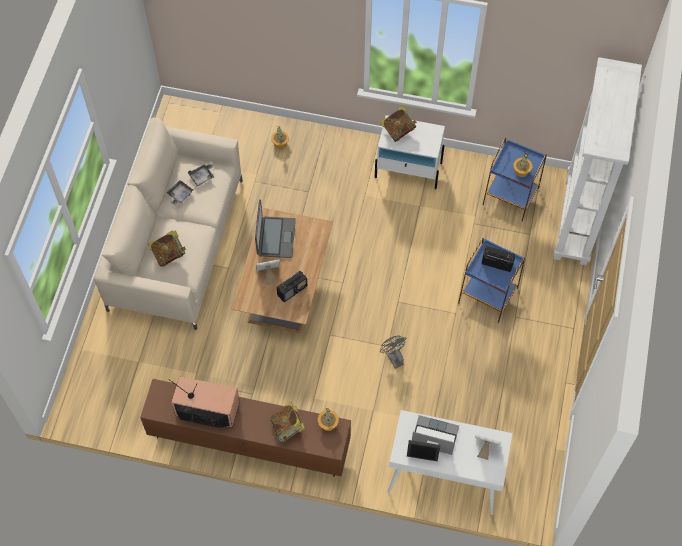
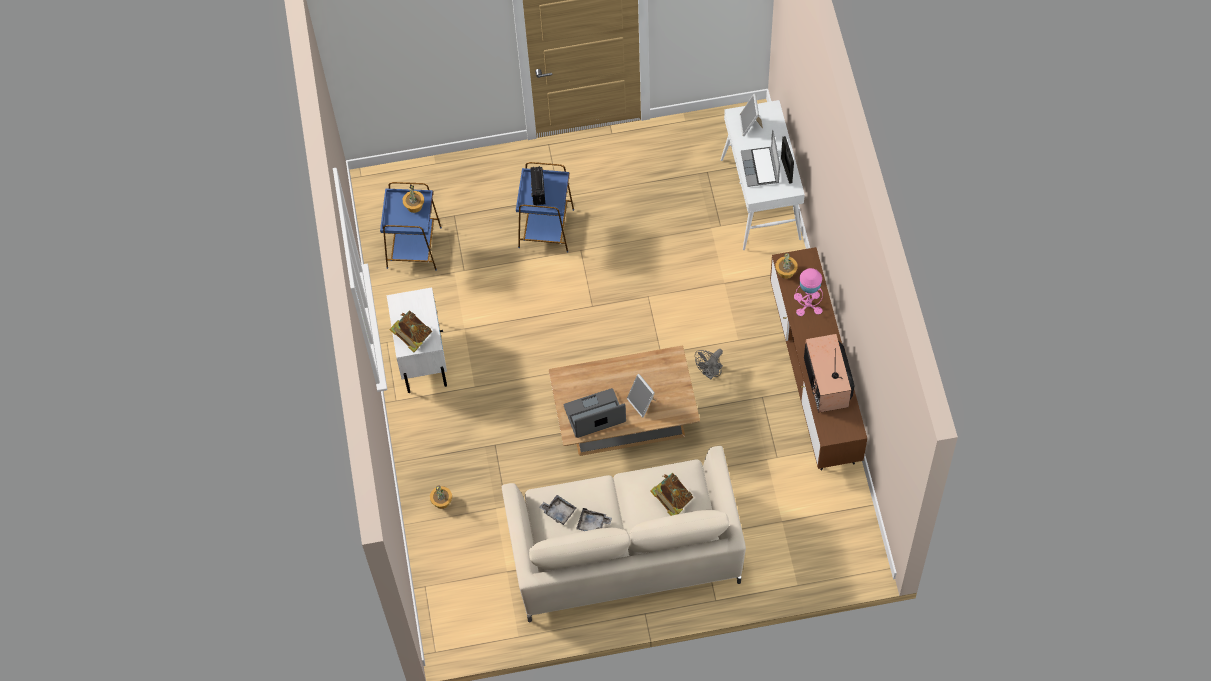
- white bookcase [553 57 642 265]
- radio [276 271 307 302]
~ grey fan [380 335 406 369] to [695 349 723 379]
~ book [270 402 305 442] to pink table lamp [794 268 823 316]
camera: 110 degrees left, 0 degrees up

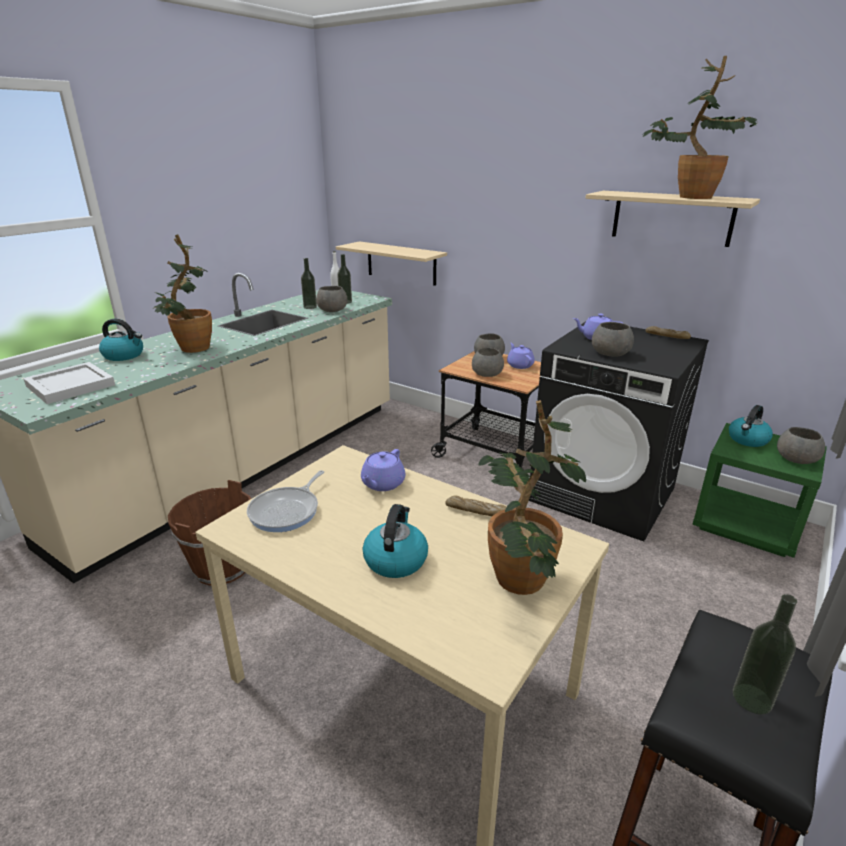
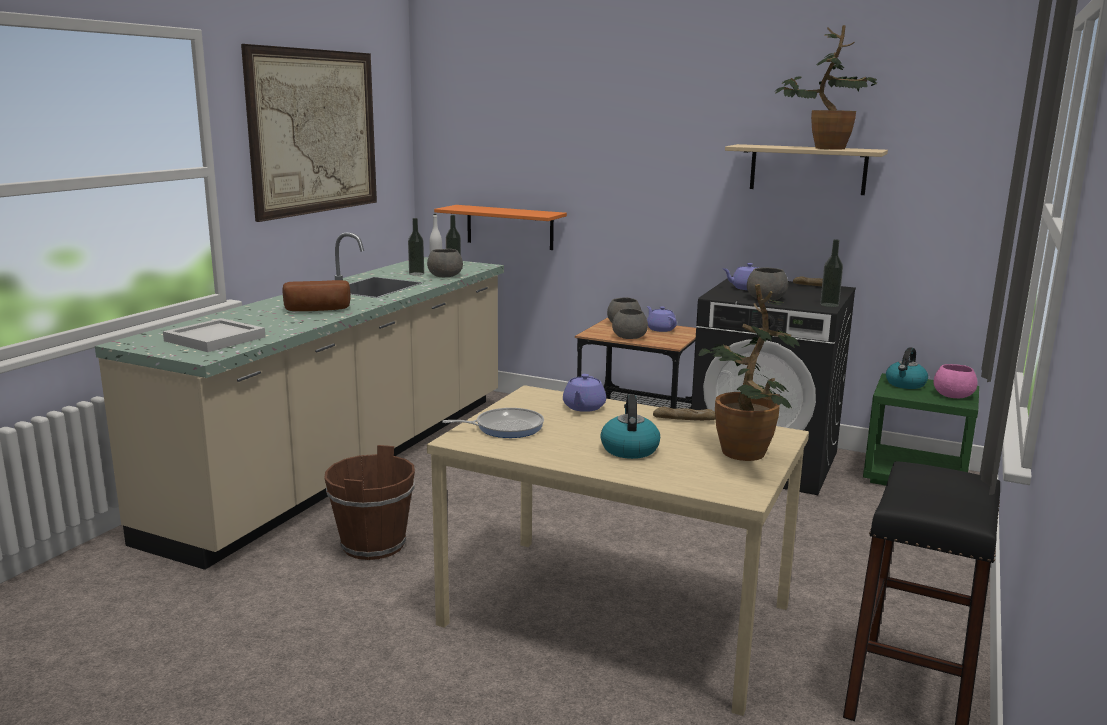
~ potted plant [154 234 212 353] to bread [283 280 351 311]
~ beige shelf [336 241 447 286] to orange shelf [434 205 567 250]
- kettle [99 319 143 361]
~ grey bowl [777 427 825 464] to pink bowl [934 364 978 398]
~ frying pan [247 470 324 532] = [442 408 544 438] 120 degrees counterclockwise
~ bottle [733 594 797 715] to [820 239 843 307]
+ picture [241 44 377 222]
camera: 10 degrees left, 10 degrees down

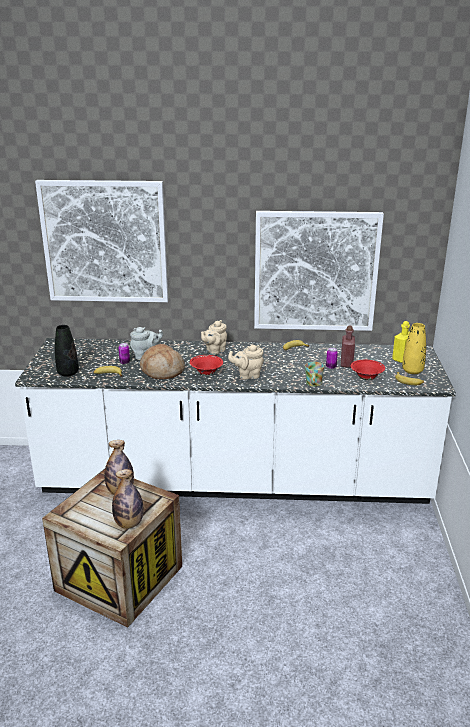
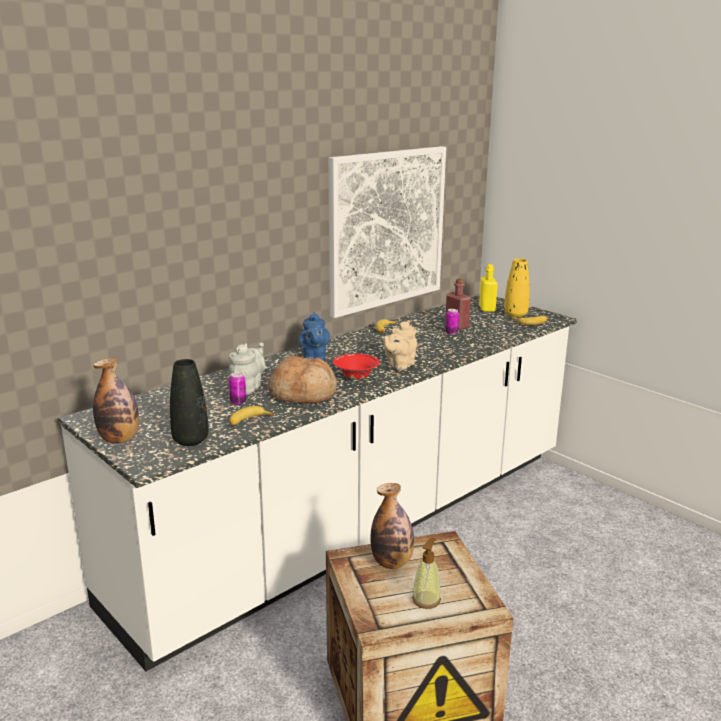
- picture [35 180 168 302]
~ beige teapot [201 320 227 355] to blue teapot [299 312 330 360]
- red bowl [351 360 385 380]
- mug [305 362 324 387]
~ bottle [112 469 143 529] to [93 358 139 443]
+ soap dispenser [412 538 441 609]
camera: 45 degrees left, 5 degrees down

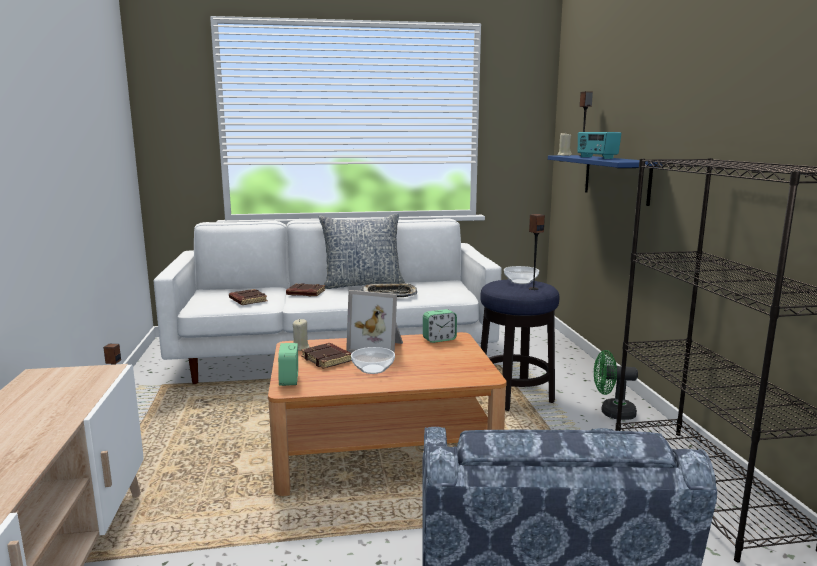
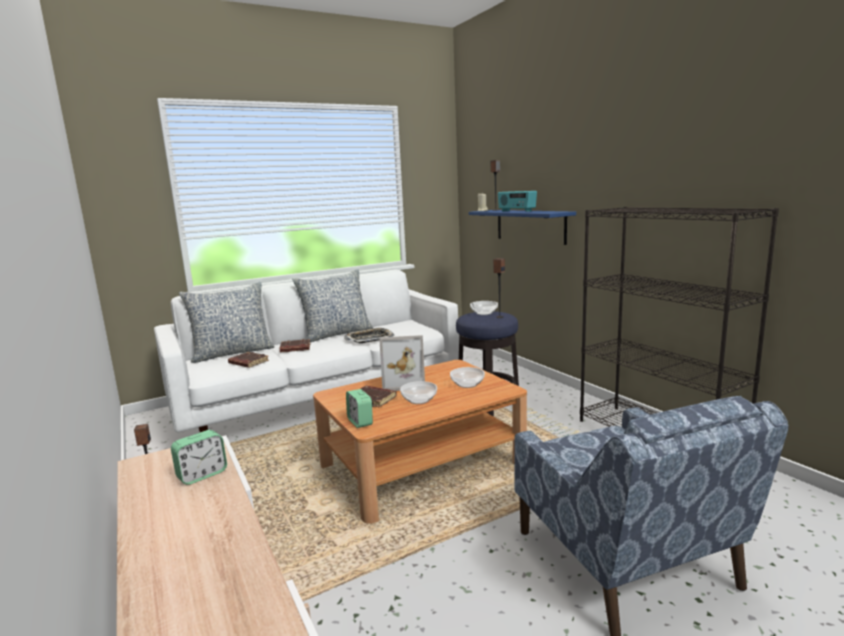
~ alarm clock [423 309 457 343] to [171 430 227 485]
- beige candle [293 319 309 351]
- green fan [594 350 638 420]
+ pillow [179 282 275 363]
+ bowl [450 367 485 388]
camera: 20 degrees left, 0 degrees up

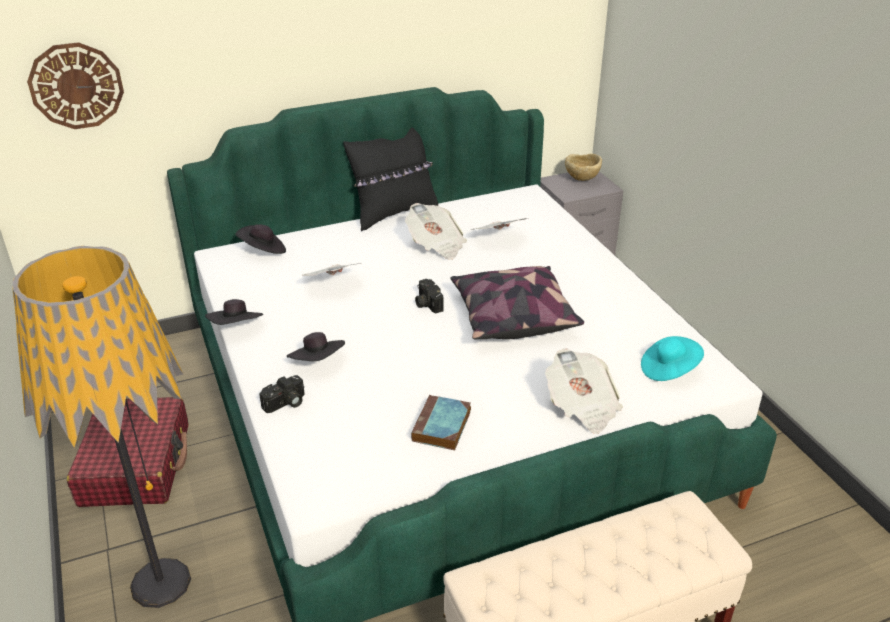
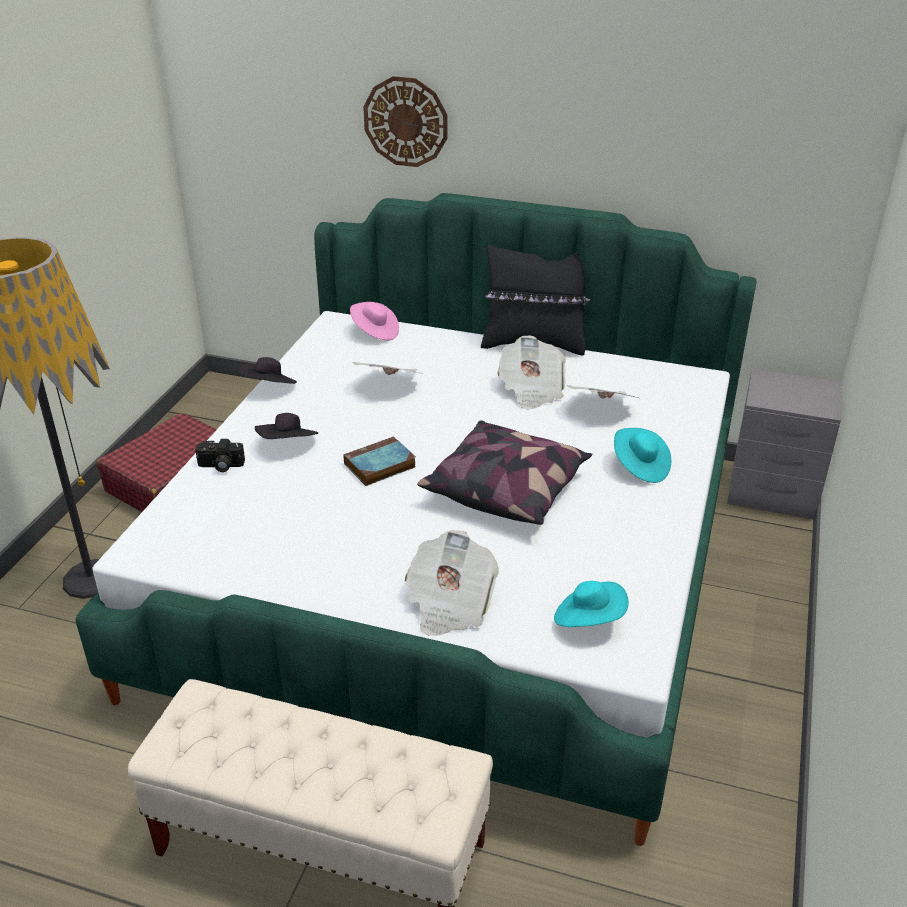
~ wall clock [27 42 124 129] to [363 76 447 167]
- beige bowl [565 153 602 181]
~ black hat [235 224 286 254] to pink hat [350 302 399 340]
- photo camera [415 279 444 314]
~ book [411 395 471 450] to [343 436 416 486]
+ turquoise hat [614 428 671 483]
camera: 40 degrees right, 0 degrees up

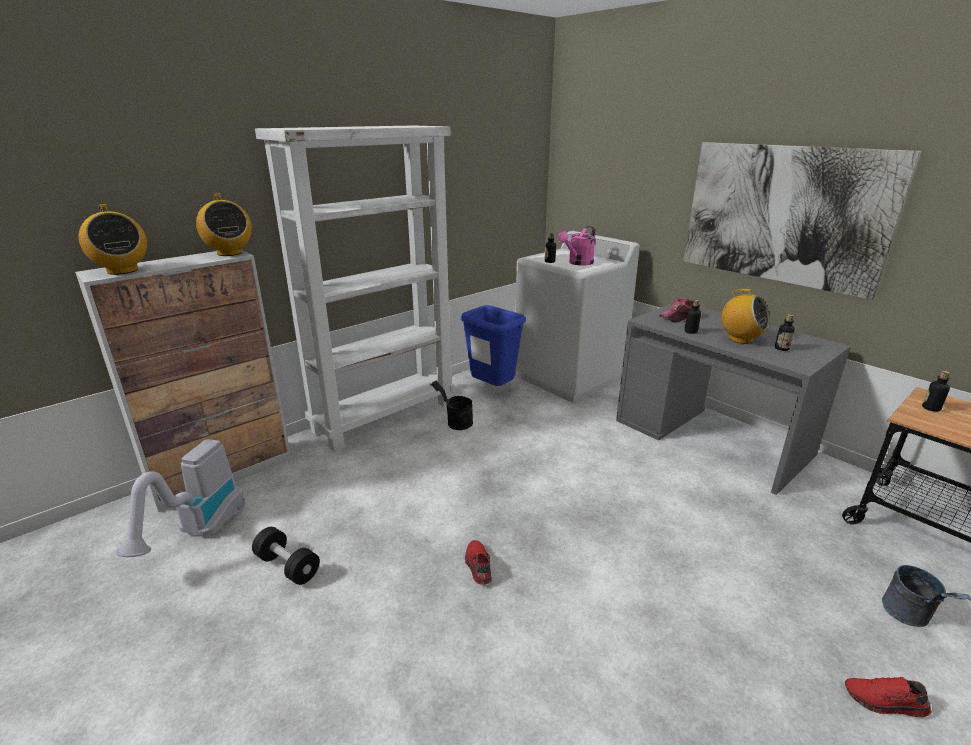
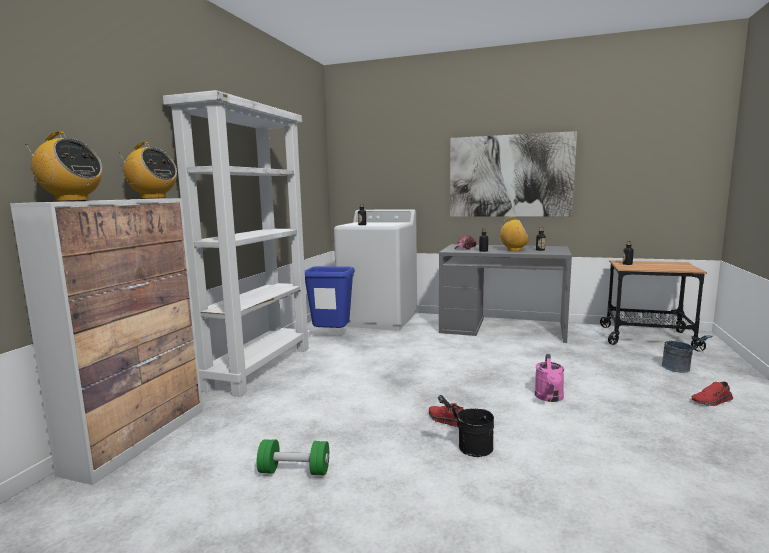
~ pink watering can [558 226 595 265] to [534 354 564 402]
~ black bucket [430 381 473 430] to [438 395 494 457]
- vacuum cleaner [115 439 245 557]
~ black dumbbell [252 527 320 585] to green dumbbell [257 439 329 475]
camera: 30 degrees left, 15 degrees down

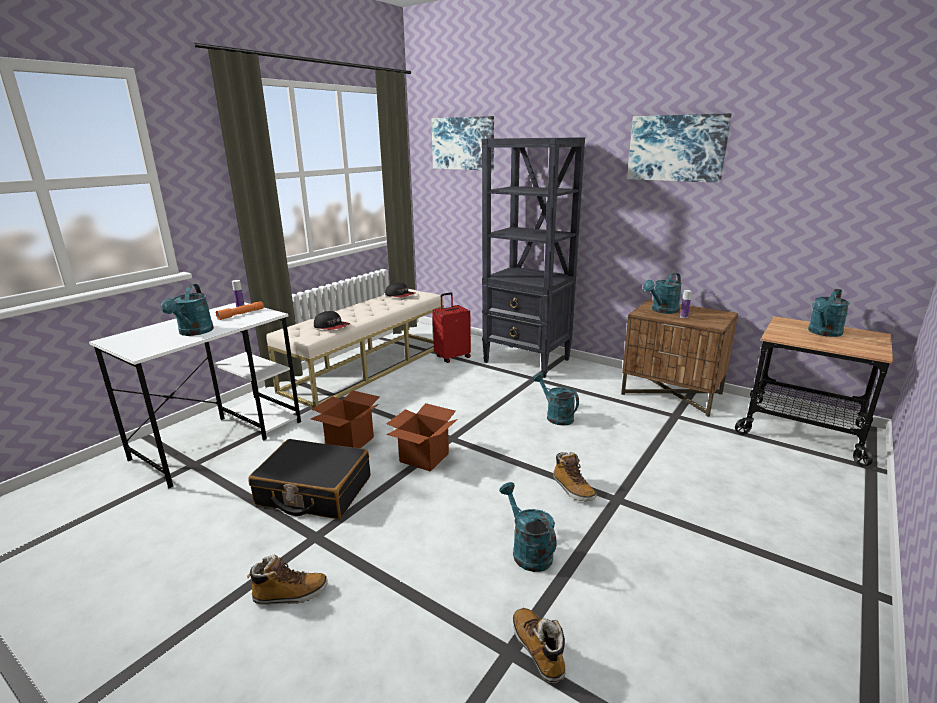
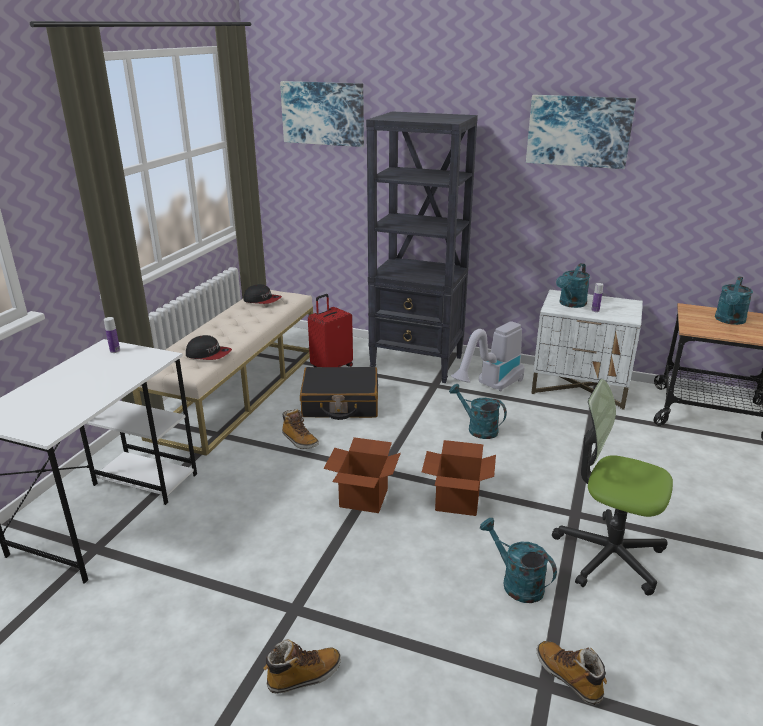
- turquoise watering can [161 284 214 336]
~ brown nightstand [621 299 738 417] to white nightstand [531 290 643 410]
- orange flashlight [216 301 264 320]
~ cardboard box [311 390 379 448] to [422 440 496 516]
~ black suitcase [248 439 370 519] to [300 367 378 420]
~ boot [553 452 597 501] to [282 409 319 449]
+ vacuum cleaner [451 321 525 391]
+ office chair [552 379 673 596]
camera: 15 degrees left, 5 degrees up

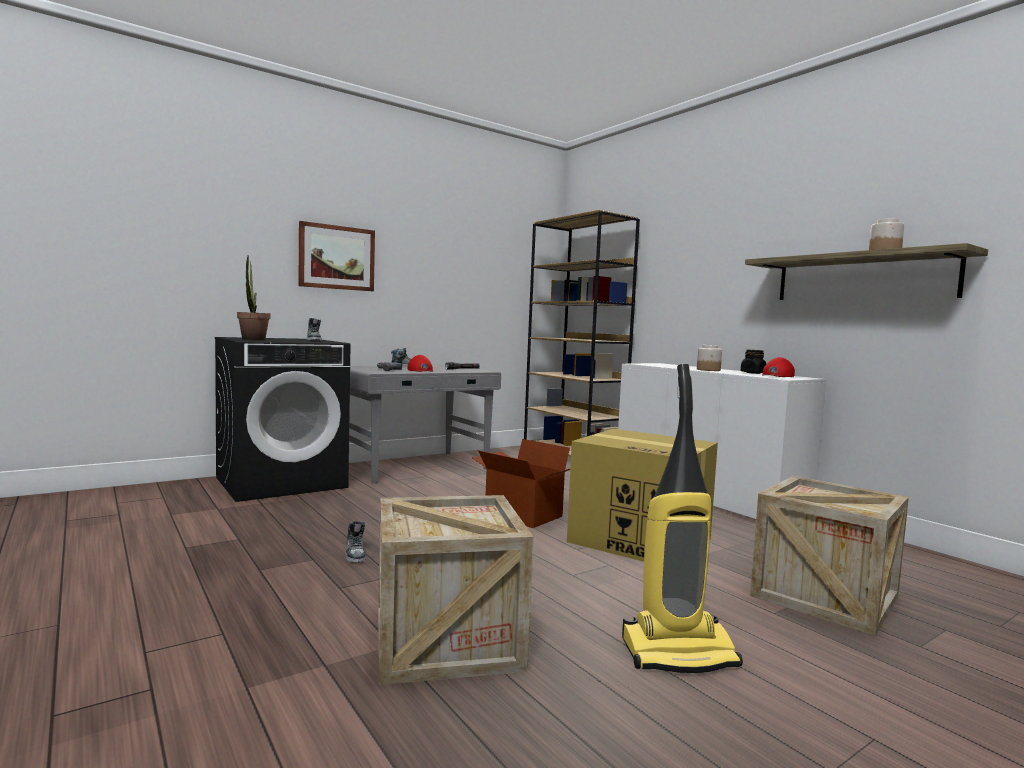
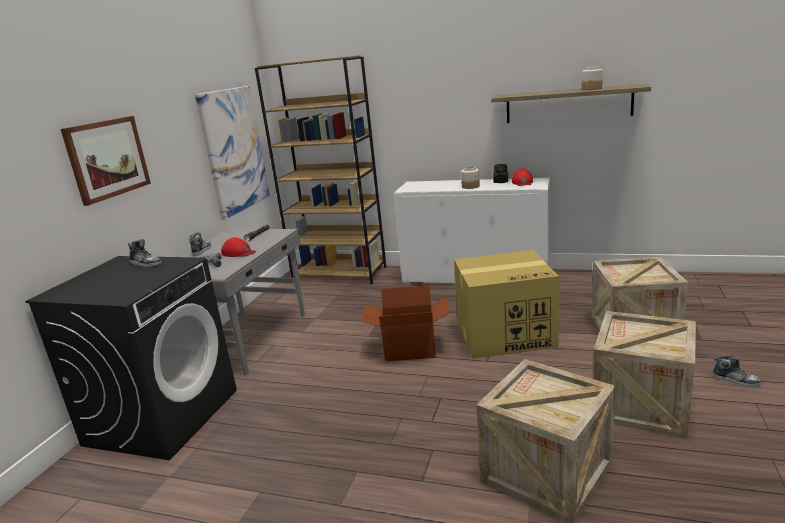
- potted plant [237 255 270 340]
~ vacuum cleaner [622 364 743 673] to crate [593 311 696 439]
~ shoe [346 521 366 563] to [713 355 762 387]
+ picture [195 86 270 220]
camera: 35 degrees left, 15 degrees up

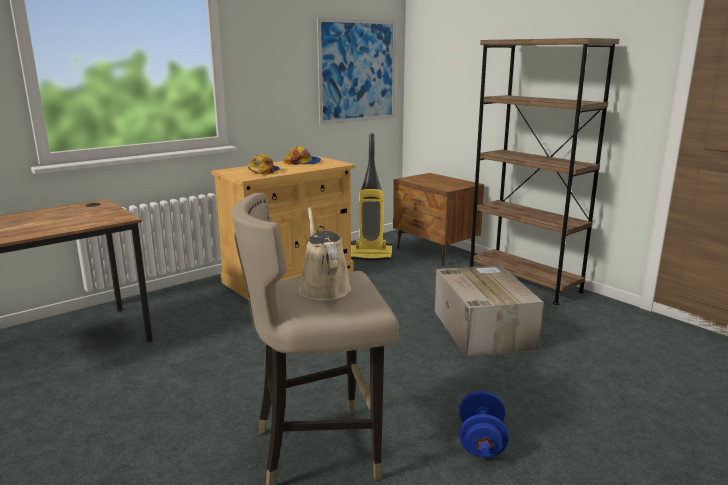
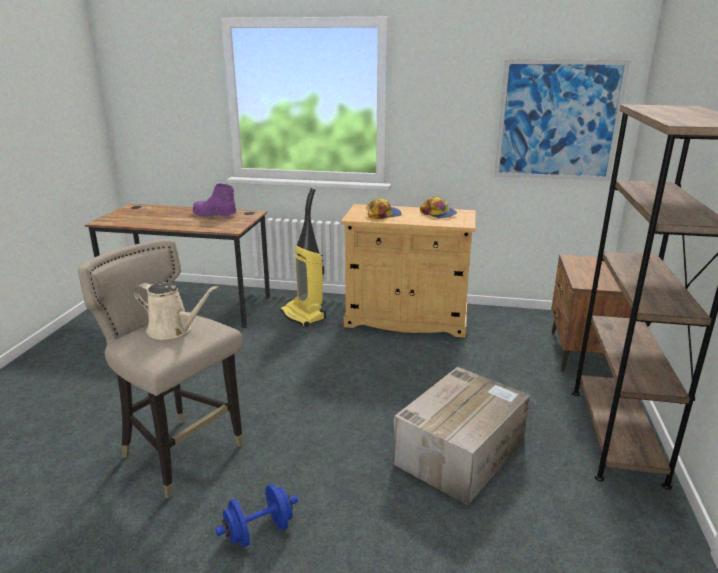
~ vacuum cleaner [351 133 393 261] to [280 188 326 327]
~ beige watering can [299 207 351 301] = [134 282 218 340] 75 degrees clockwise
+ purple boot [193 184 236 217]
camera: 50 degrees right, 5 degrees up

